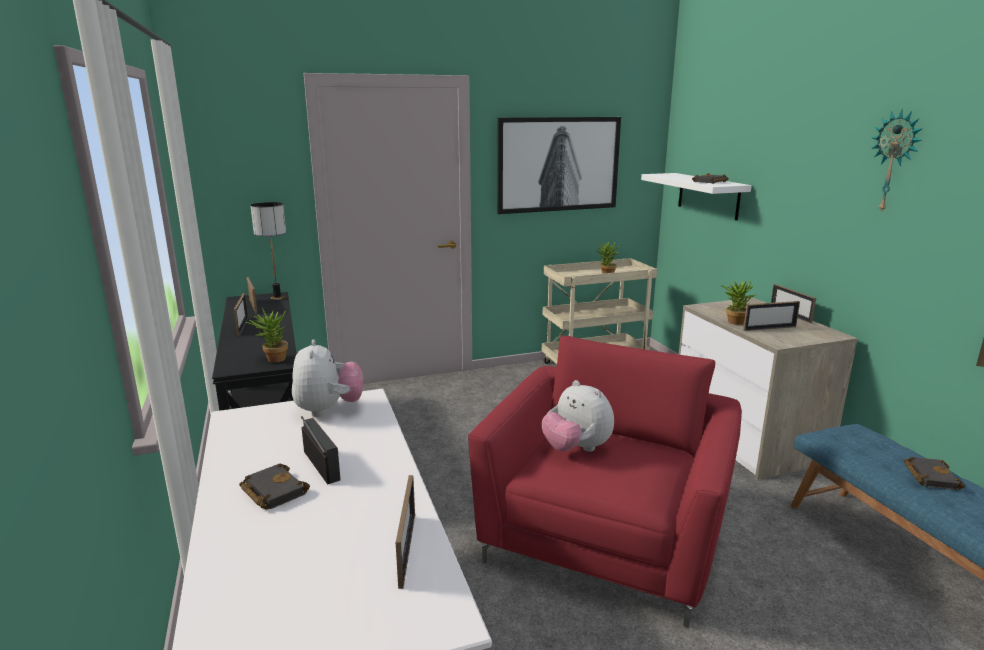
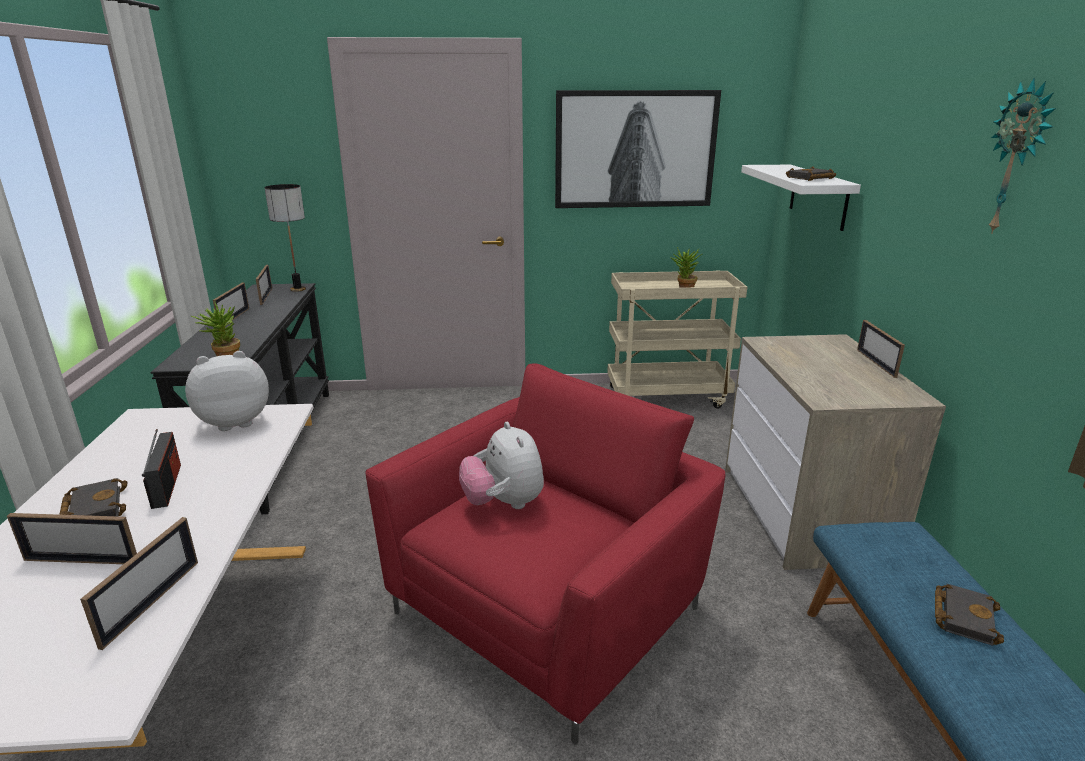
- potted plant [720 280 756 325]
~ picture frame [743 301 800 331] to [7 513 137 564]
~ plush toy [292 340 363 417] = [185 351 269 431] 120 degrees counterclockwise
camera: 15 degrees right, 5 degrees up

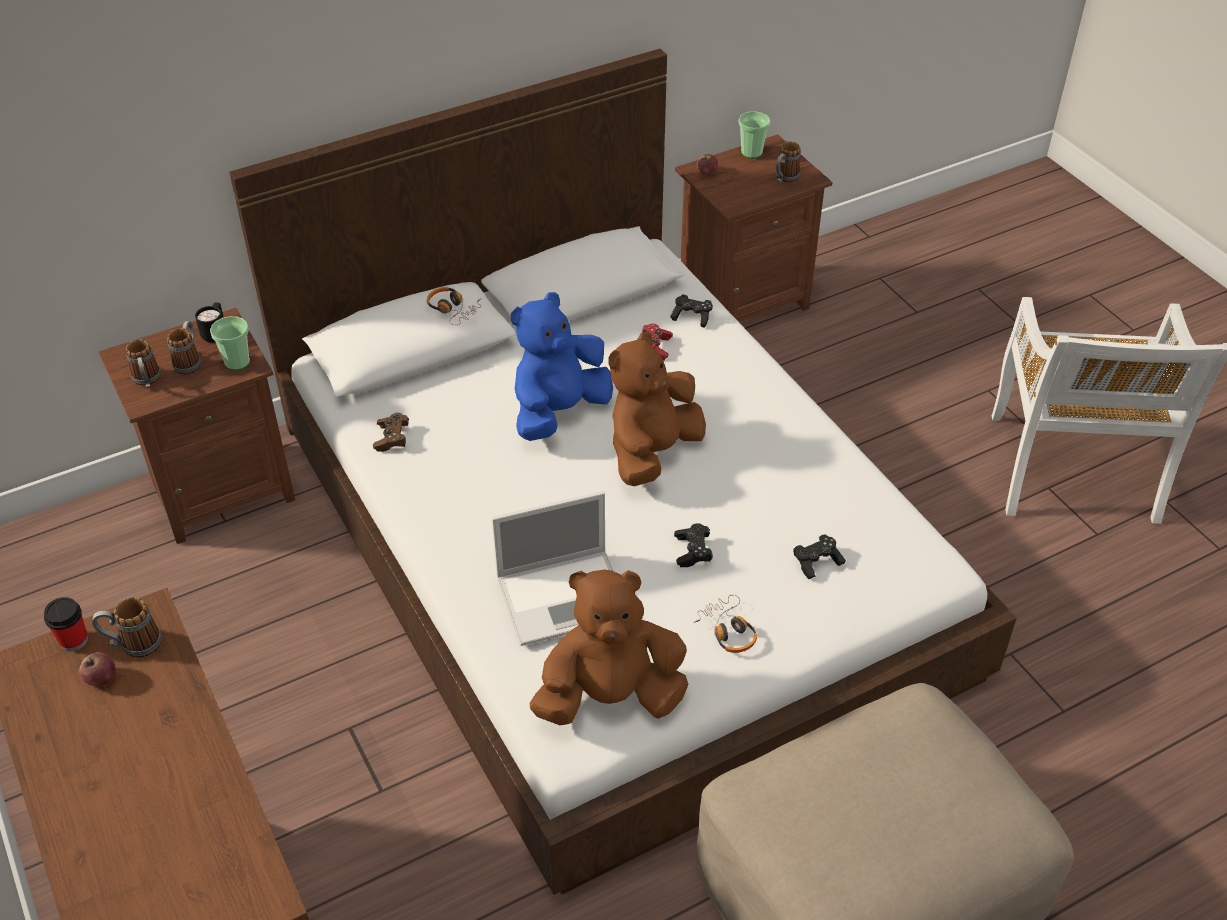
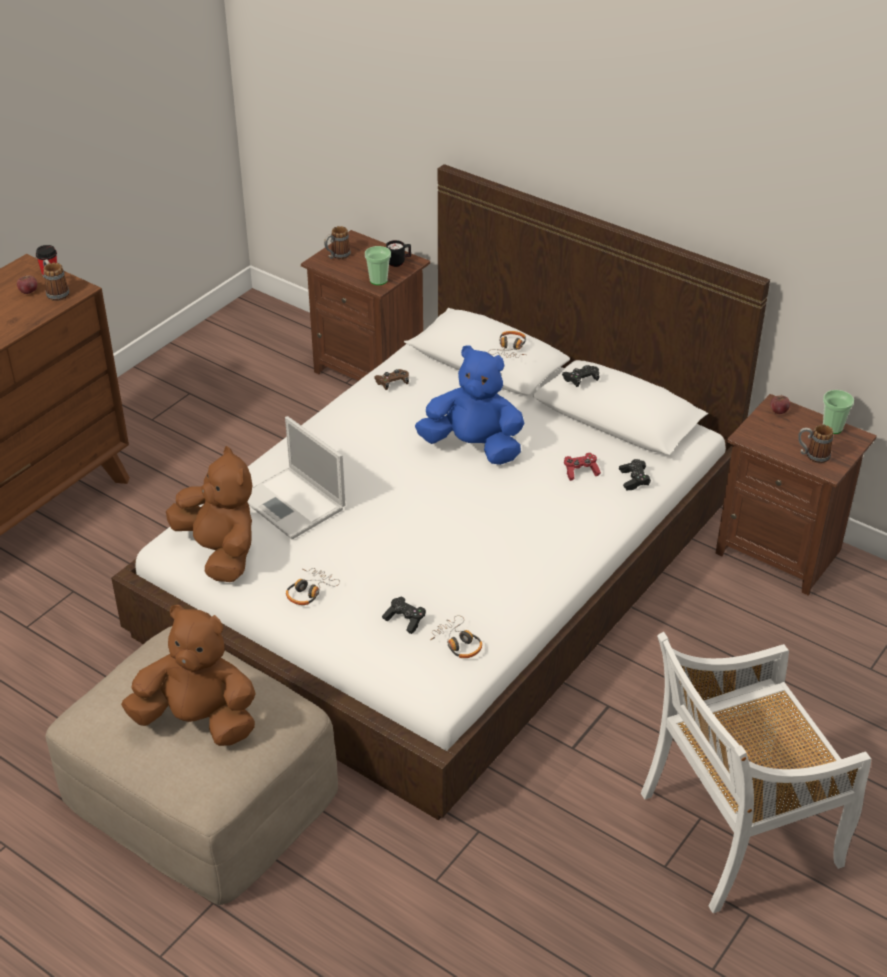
- mug [167 321 201 375]
~ brown plush toy [608 332 706 486] to [121 605 256 746]
~ black game controller [674 523 713 567] to [562 365 600 387]
+ headphones [430 615 482 658]
camera: 65 degrees right, 5 degrees down

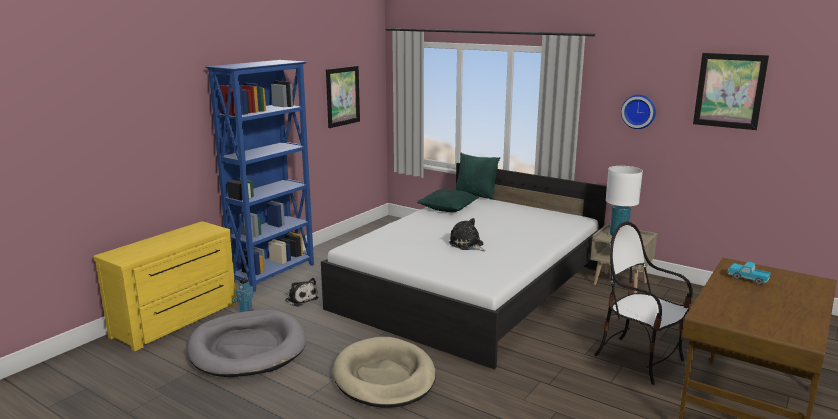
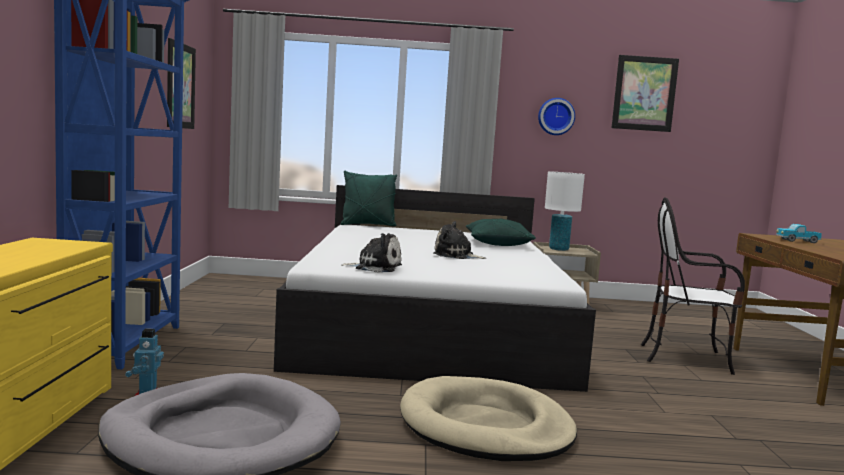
~ green pillow [417 188 479 212] to [466 219 536 246]
~ plush toy [285 278 319 307] to [341 233 402 272]
camera: 35 degrees left, 10 degrees down

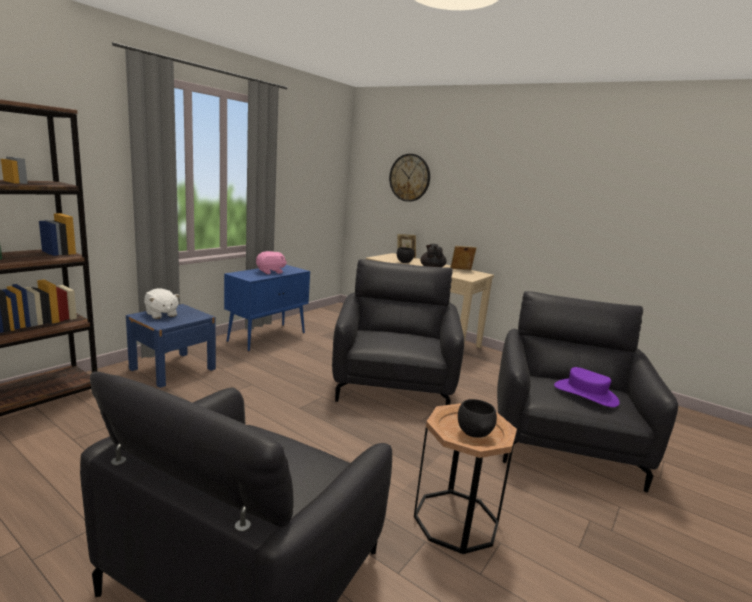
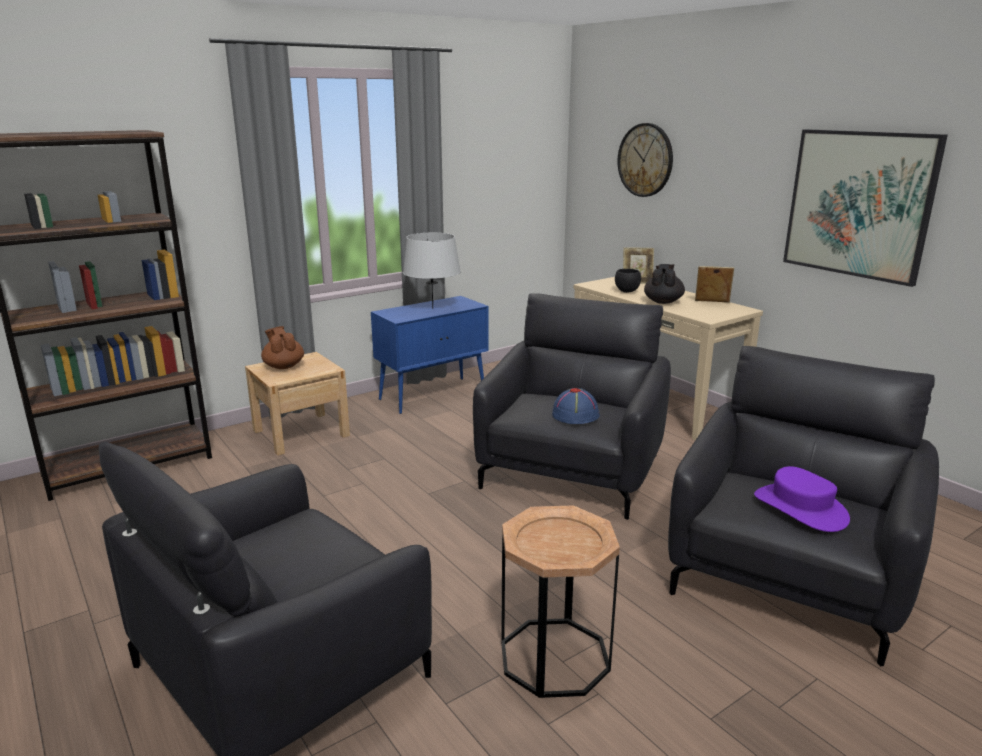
~ pink plush toy [256 251 287 274] to grey table lamp [403 233 461 309]
~ white plush toy [144 288 180 319] to brown teapot [261 326 304 369]
~ blue nightstand [126 304 216 388] to beige nightstand [245 352 350 456]
- black bowl [458 399 497 438]
+ picture [783 129 948 287]
+ blue hat [552 388 600 424]
camera: 20 degrees right, 5 degrees up

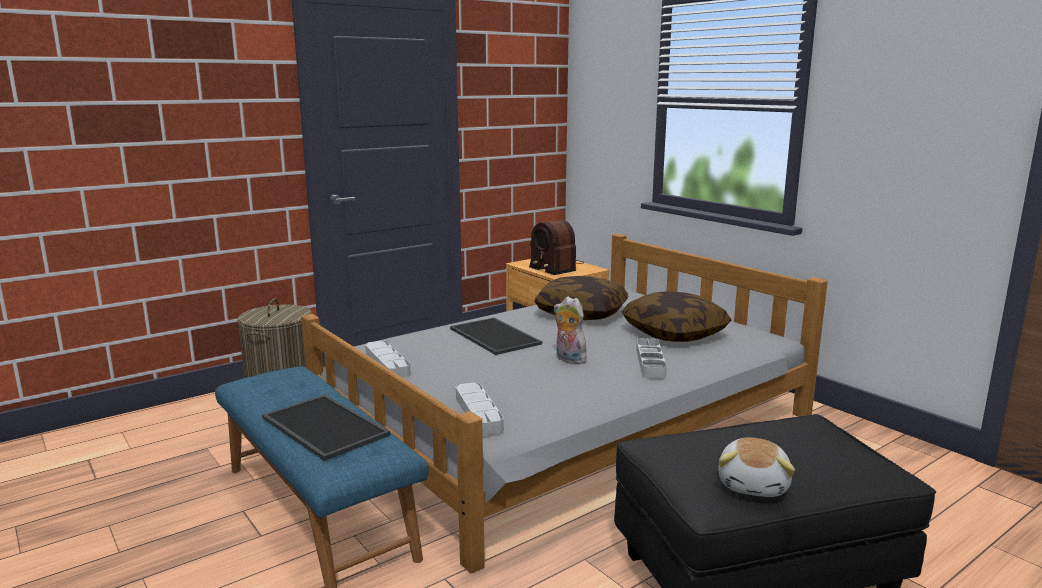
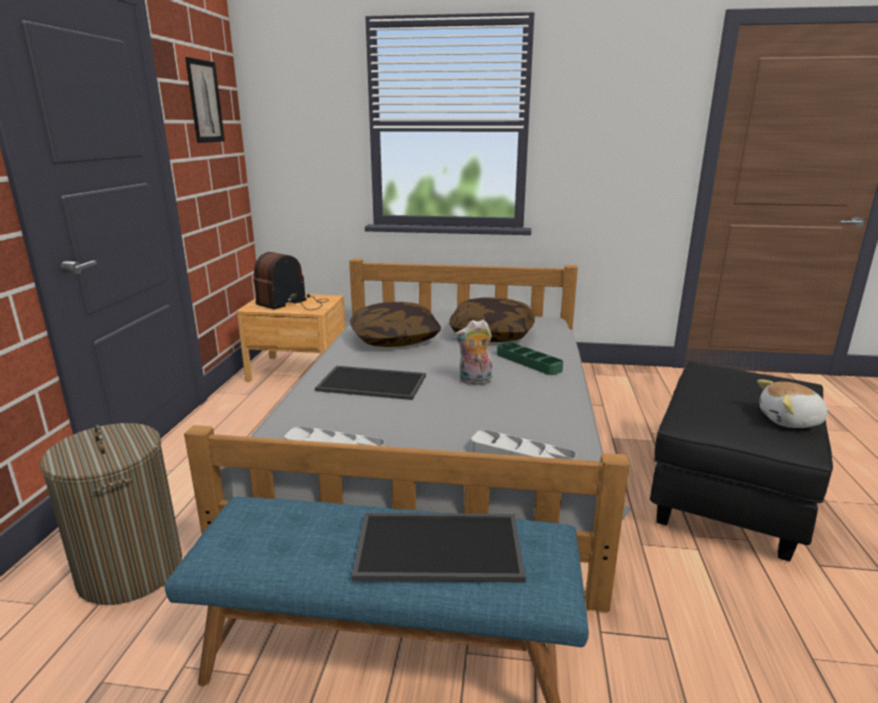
~ radio [529 220 583 275] = [253 252 329 310] 120 degrees clockwise
~ grey tray [636 338 667 378] to green tray [497 342 563 375]
~ plush toy [719 438 795 497] = [757 379 830 428] 120 degrees clockwise
+ picture [185 57 225 143]
camera: 45 degrees left, 5 degrees up

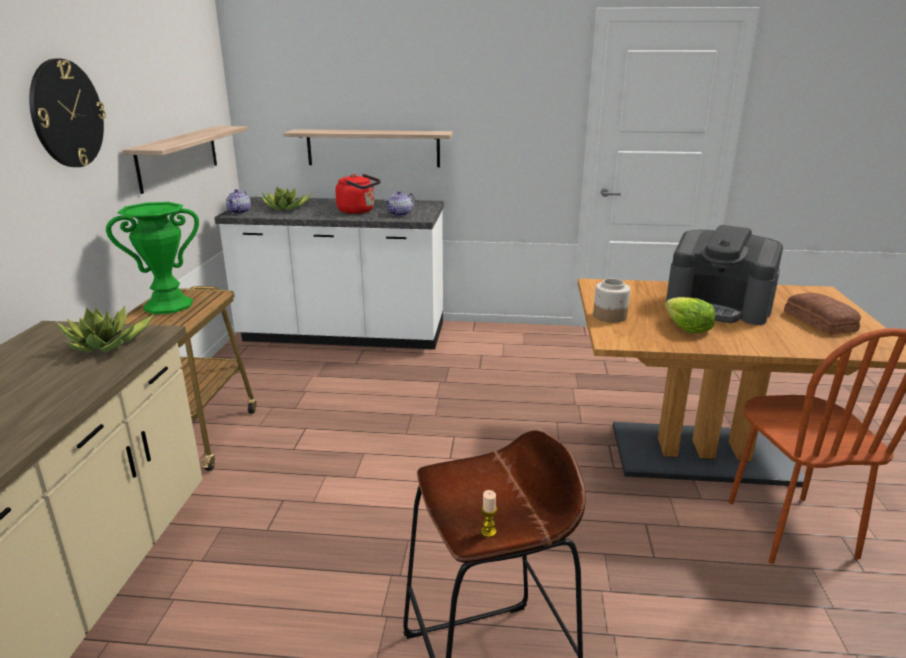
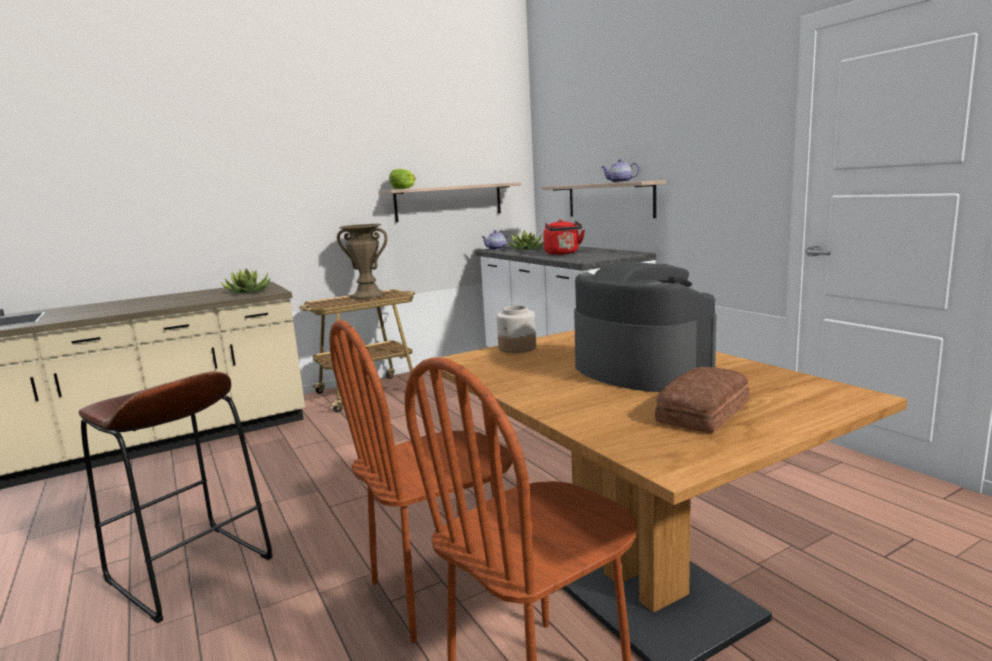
- wall clock [29 58 106 167]
~ teapot [384 191 415 216] to [602 159 639 183]
~ green vase [106 202 199 314] to brown vase [337 224 388 299]
~ coffee machine [666 225 783 325] = [574 261 717 392] 150 degrees clockwise
~ lettuce [665 297 715 333] to [389 169 416 189]
- candle [481 490 497 537]
+ brown chair [329 320 512 643]
camera: 55 degrees right, 10 degrees down

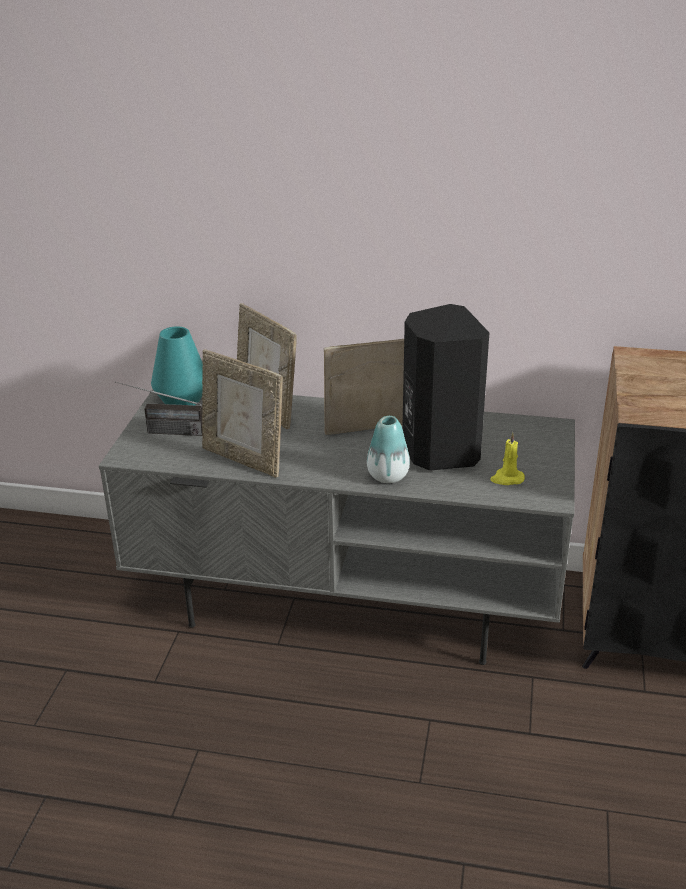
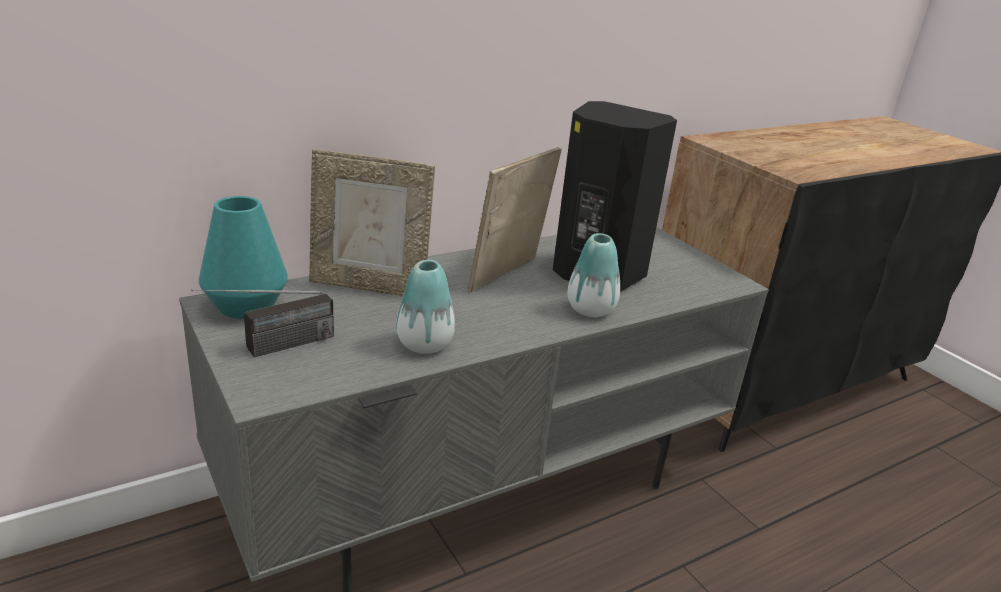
~ picture frame [202 349 283 478] to vase [396 260 455 354]
- yellow candle [491 432 525 485]
camera: 45 degrees left, 5 degrees down

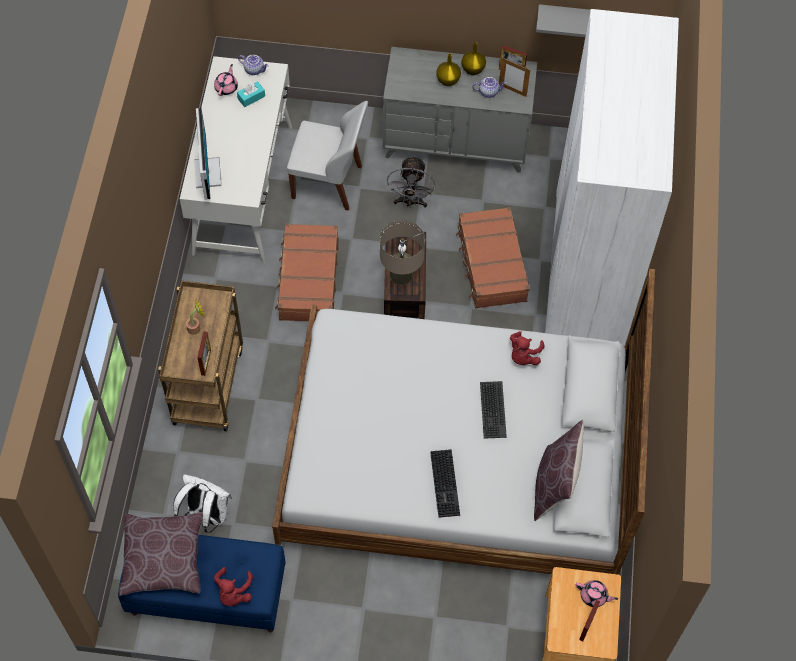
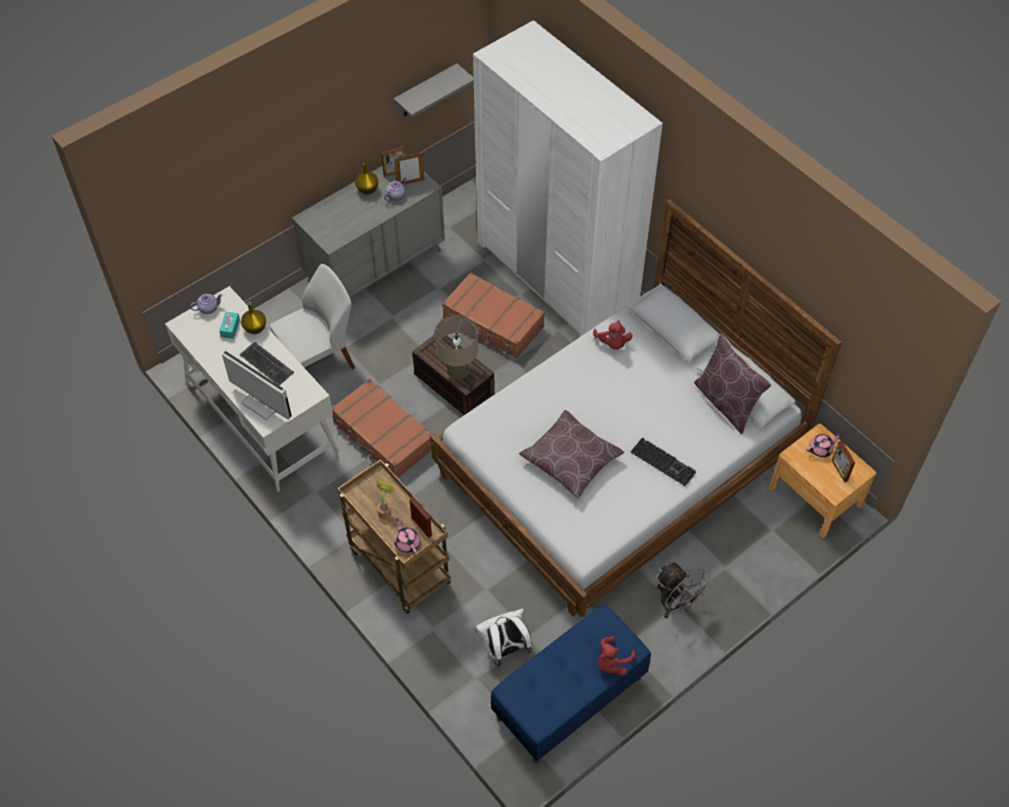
~ yellow vase [436 53 461 86] to [241 302 266 334]
~ pink teapot [214 64 238 96] to [394 519 420 554]
~ grey fan [386 155 435 208] to [656 562 712 618]
~ keyboard [480 381 507 439] to [240 342 294 385]
~ brown pillow [119 512 203 595] to [519 410 624 499]
~ red plush toy [214 567 253 606] = [598 636 636 676] 75 degrees clockwise
camera: 45 degrees left, 5 degrees down

